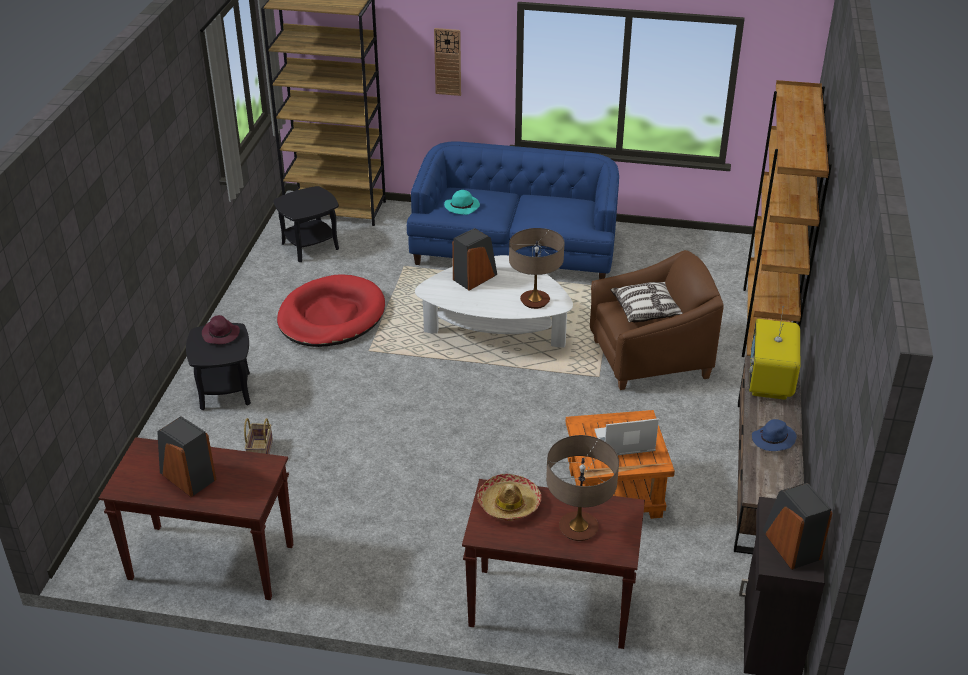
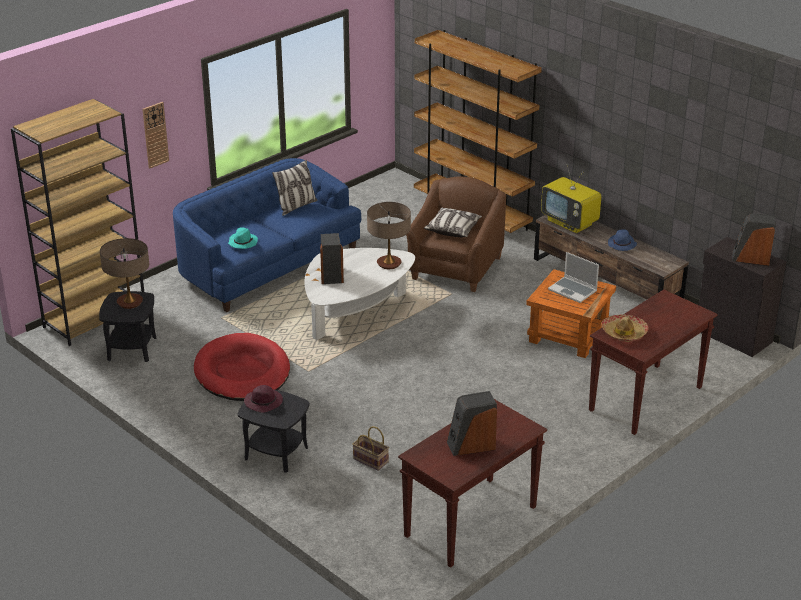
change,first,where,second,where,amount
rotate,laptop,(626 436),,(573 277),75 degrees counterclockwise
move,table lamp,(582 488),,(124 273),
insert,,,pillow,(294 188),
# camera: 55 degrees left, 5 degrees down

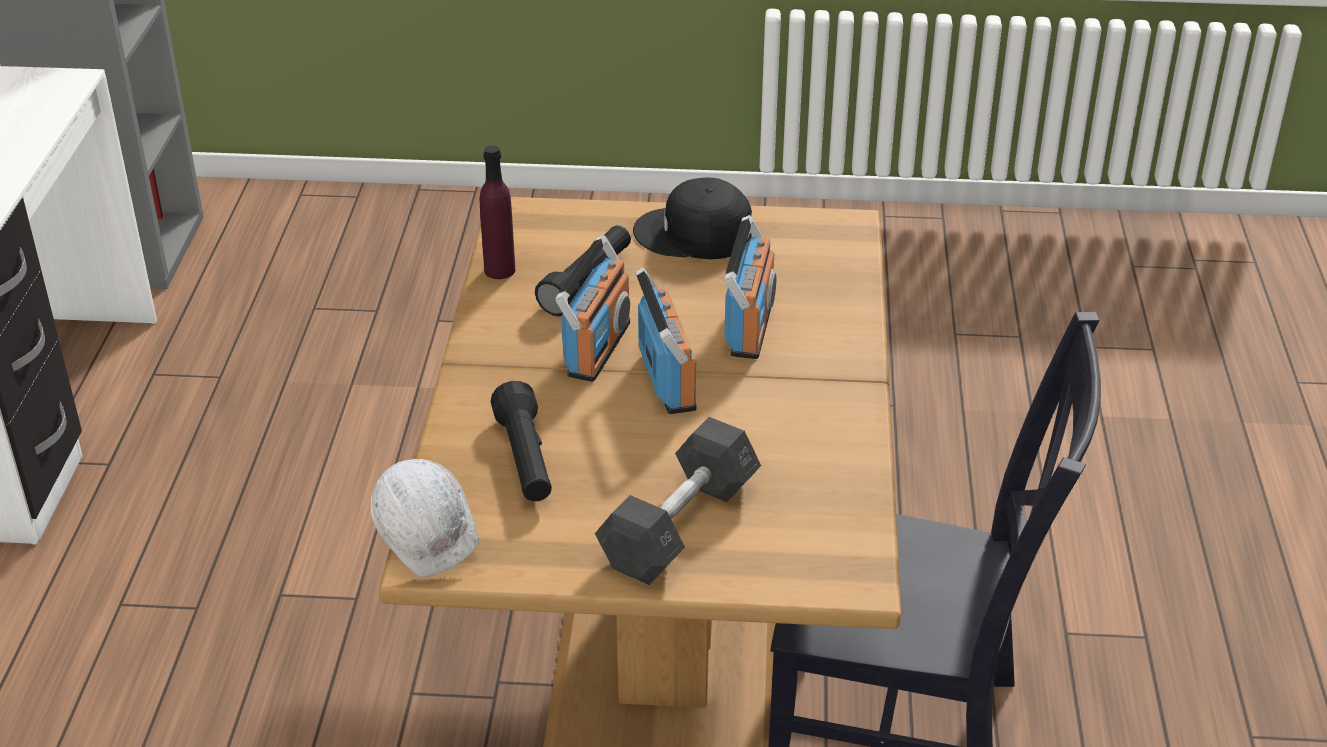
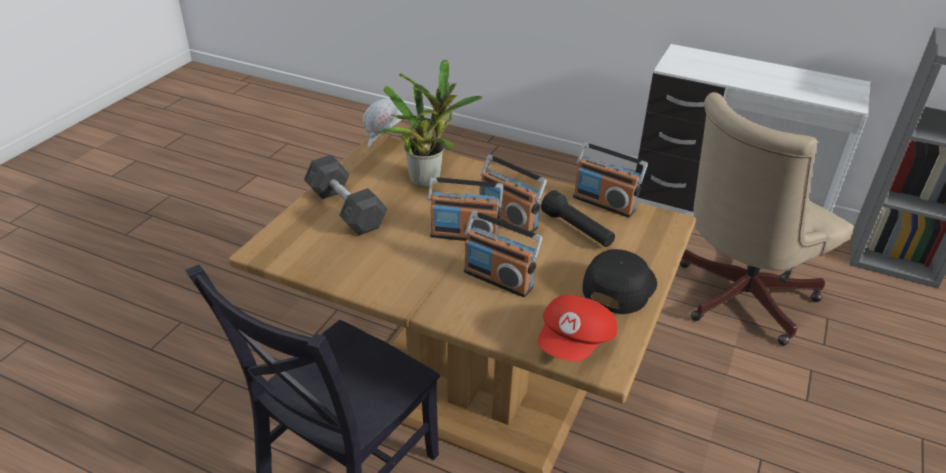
change,first,where,second,where,amount
replace,purple bottle,(497 212),radio,(610 180),
replace,black flashlight,(521 441),potted plant,(429 123),
insert,,,beige office chair,(767 218),
insert,,,red cap,(577 328),
# camera: 110 degrees right, 0 degrees up

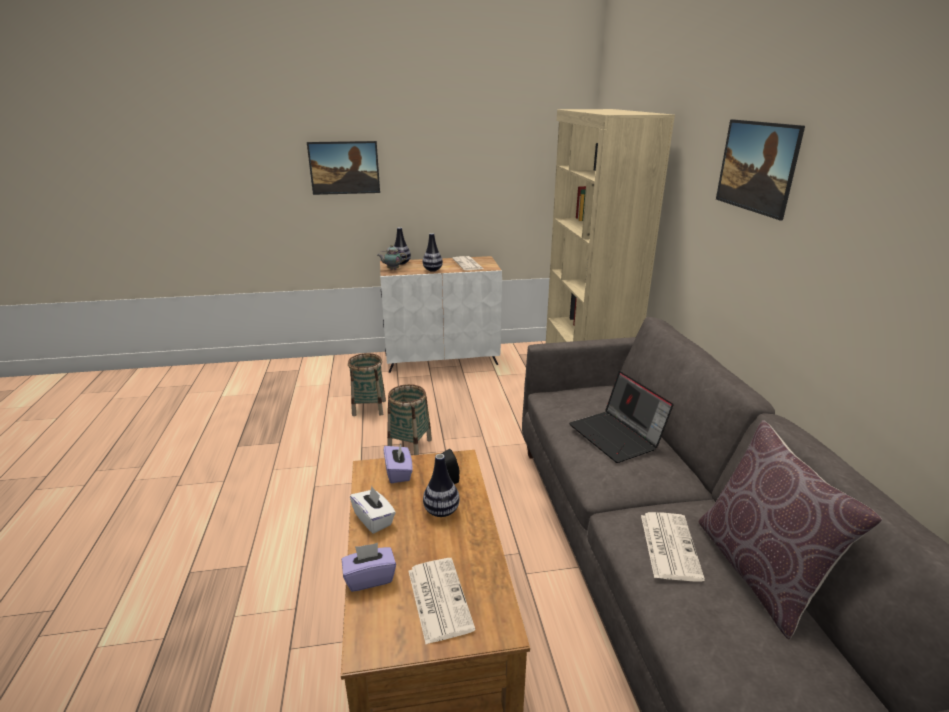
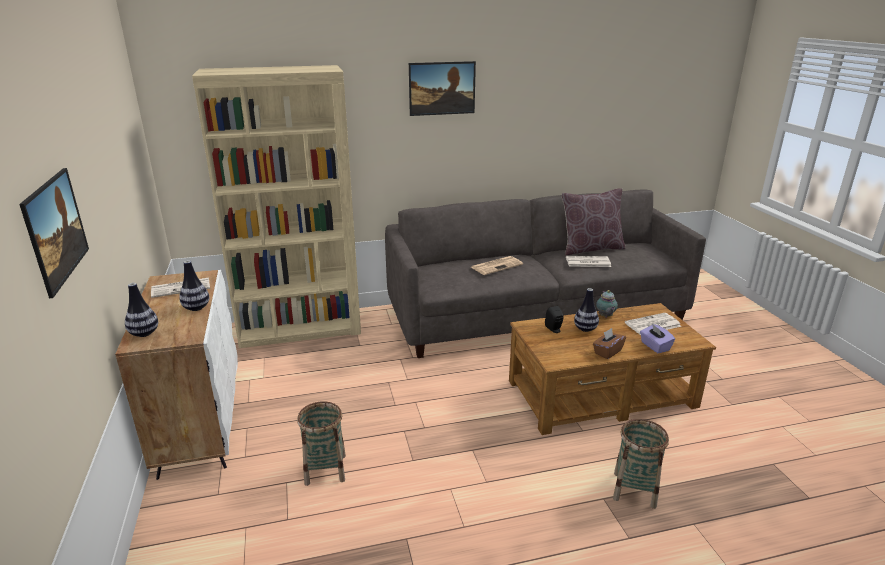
change,first,where,second,where,amount
move,teapot,(392 257),,(607 304),
replace,laptop,(621 417),newspaper,(497 265),
move,basket,(409 419),,(641 464),
delete,purple tissue box,(398 463),,,
recolor,white tissue box,(373 510),brown tissue box,(609 343),
# camera: 95 degrees left, 0 degrees up

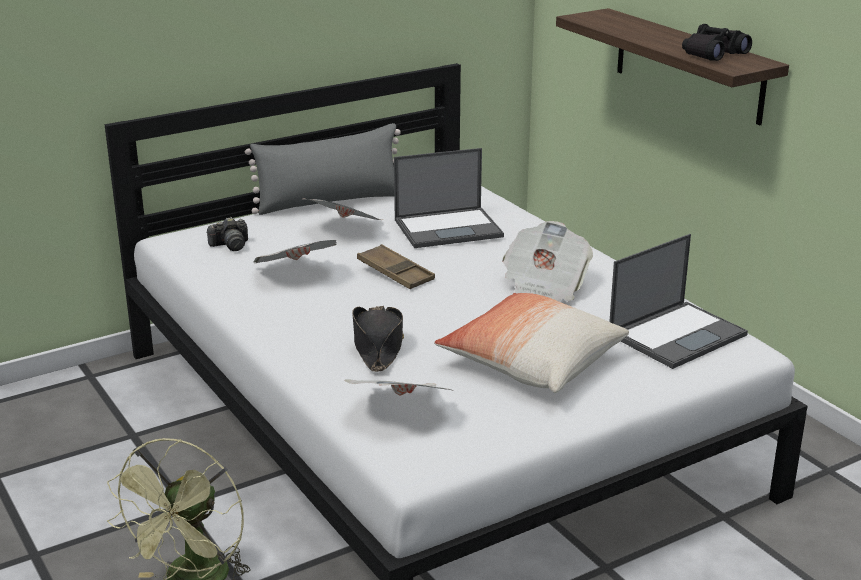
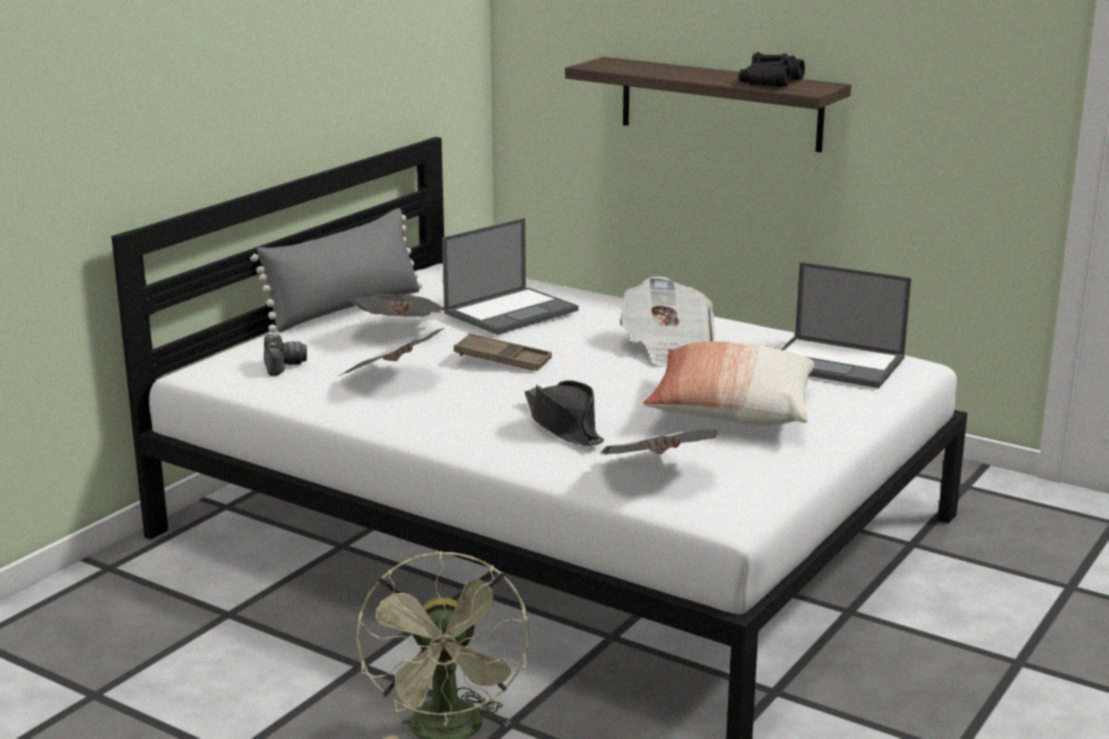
change,first,where,second,where,amount
rotate,photo camera,(227 234),,(285 355),60 degrees counterclockwise
rotate,laptop,(678 301),,(845 325),90 degrees clockwise
# camera: 25 degrees left, 5 degrees down

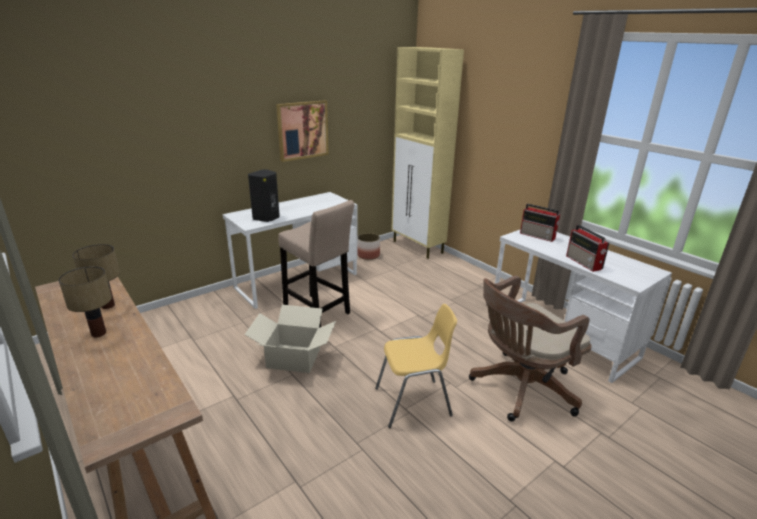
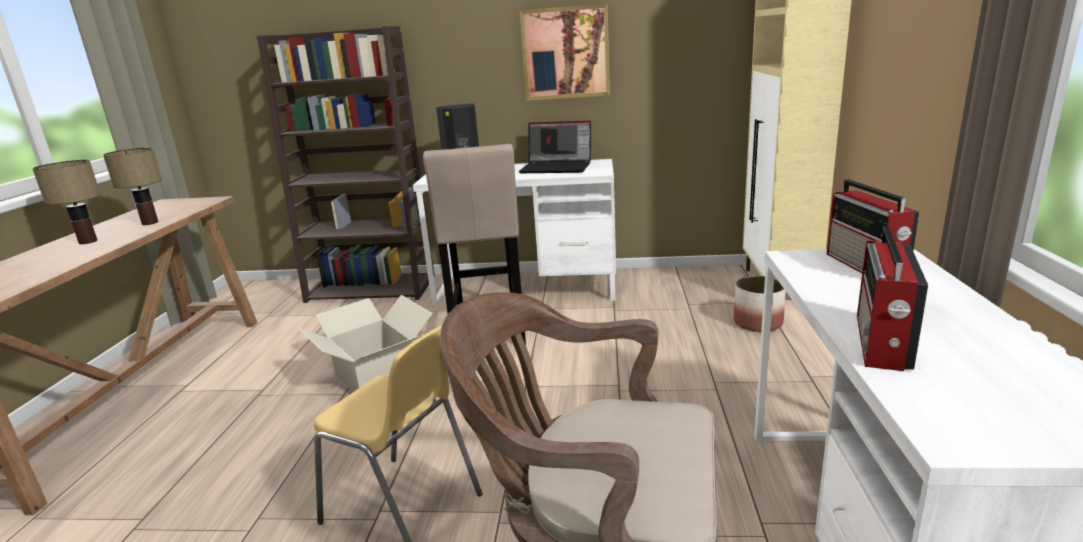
change,first,where,second,where,amount
move,planter,(368 246),,(760 304),
insert,,,brown bookcase,(346 164),
insert,,,laptop,(555 147),
# camera: 45 degrees right, 5 degrees down

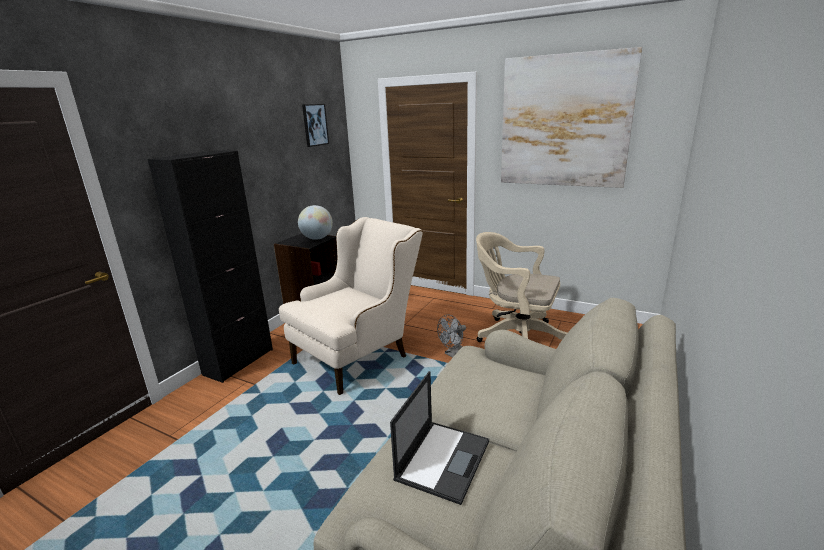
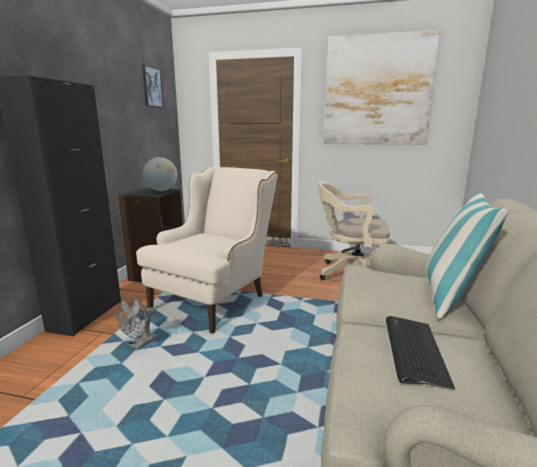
change,first,where,second,where,amount
move,grey fan,(451 336),,(136 323),
replace,laptop,(439 438),keyboard,(420 353),
insert,,,pillow,(467 254),
# camera: 15 degrees left, 5 degrees down

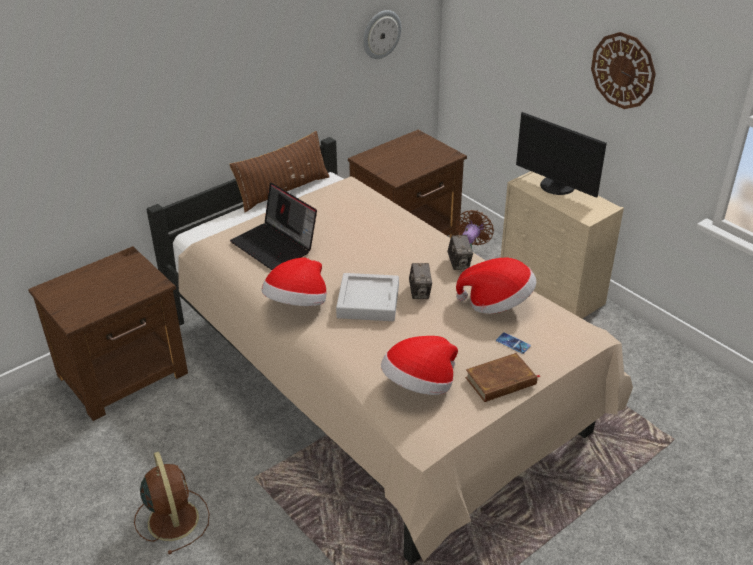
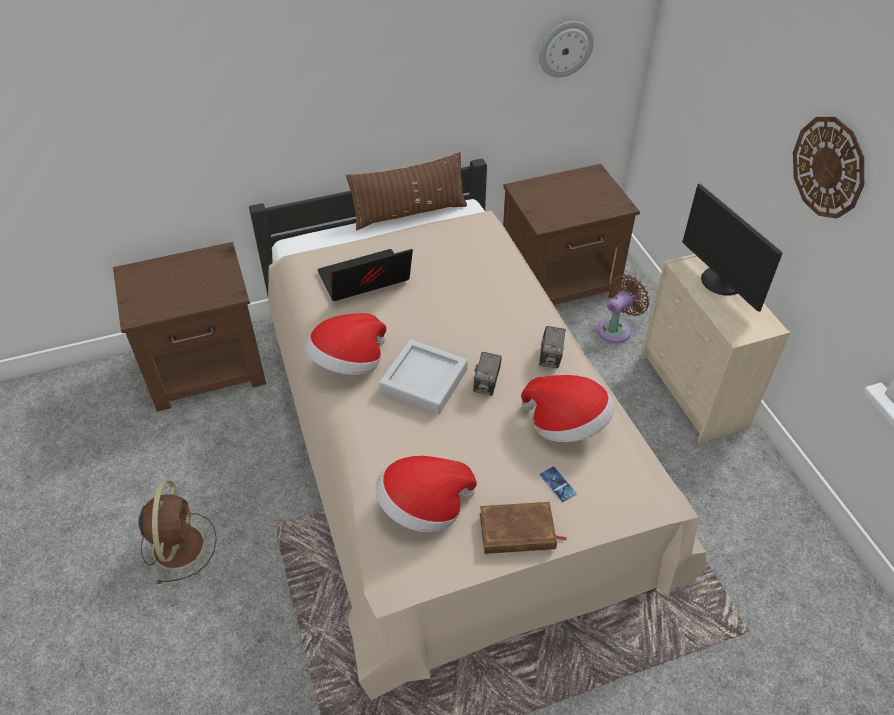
change,first,where,second,where,amount
rotate,laptop,(273 226),,(365 275),90 degrees clockwise
# camera: 20 degrees right, 10 degrees up

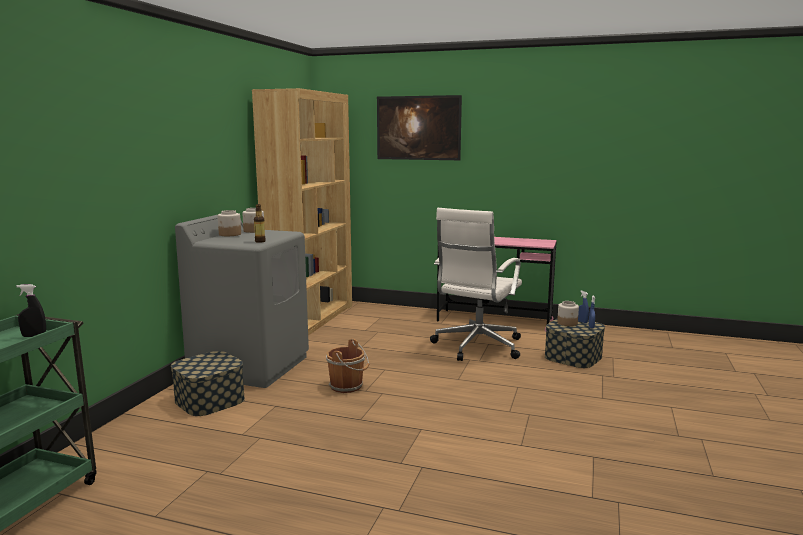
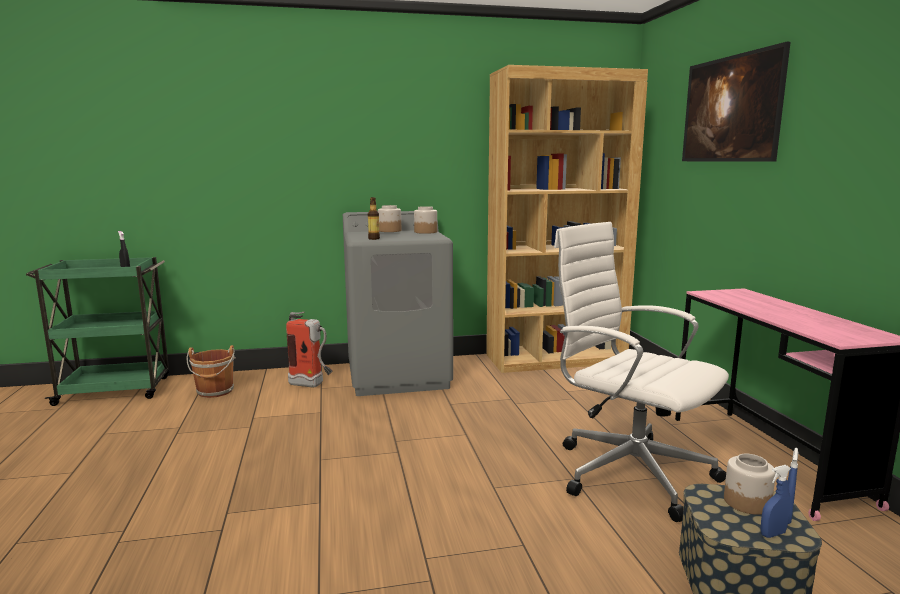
change,first,where,second,where,amount
rotate,white office chair,(476 284),,(641 372),45 degrees clockwise
move,brown bucket,(347 366),,(211 371),
replace,storage box,(208 383),fire extinguisher,(309 350),
# camera: 60 degrees right, 0 degrees up

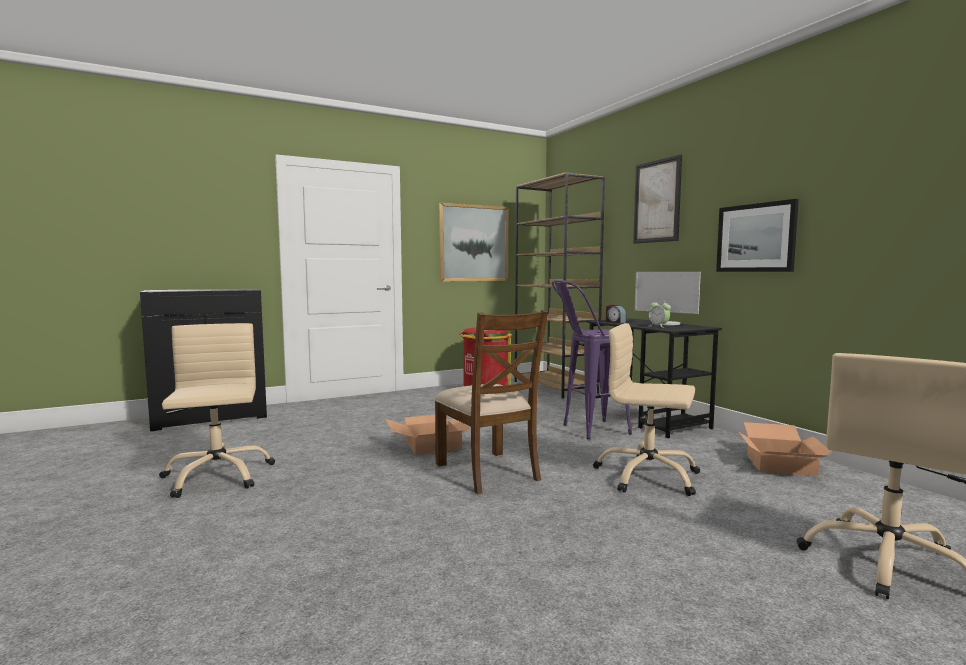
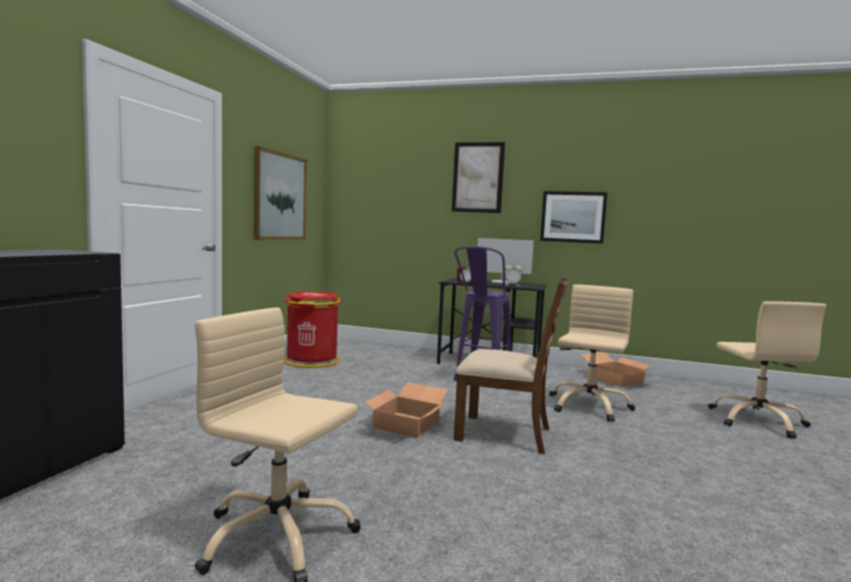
change,first,where,second,where,amount
delete,brown bookcase,(560 285),,,
rotate,beige office chair,(646 409),,(592 353),135 degrees clockwise
# camera: 45 degrees left, 0 degrees up

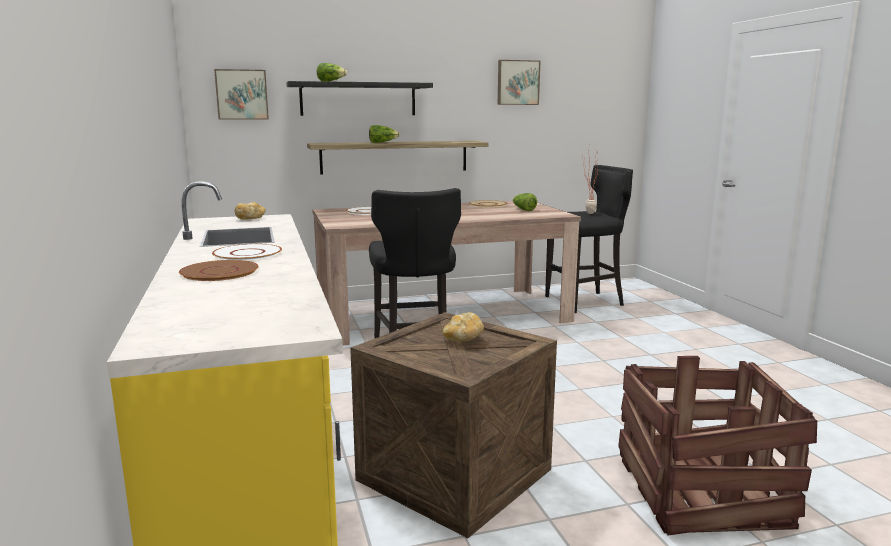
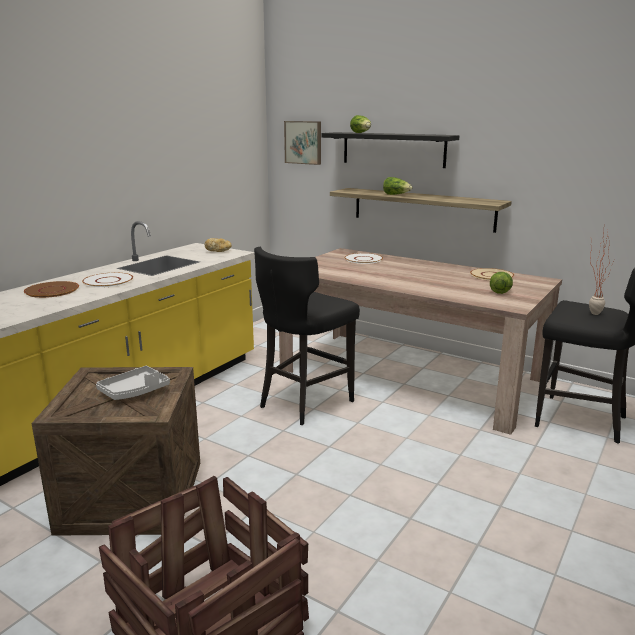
change,first,where,second,where,amount
delete,picture,(519 82),,,
replace,bread,(463 327),grey tray,(133 383),
# camera: 50 degrees right, 5 degrees up

